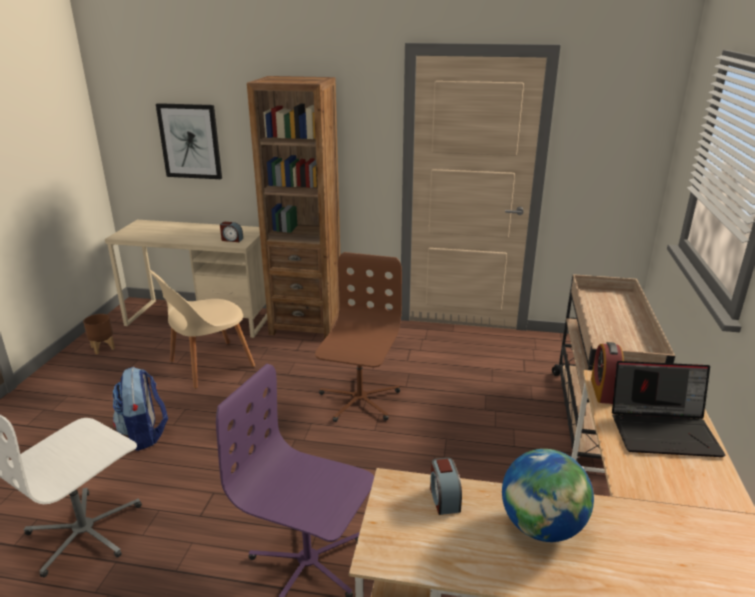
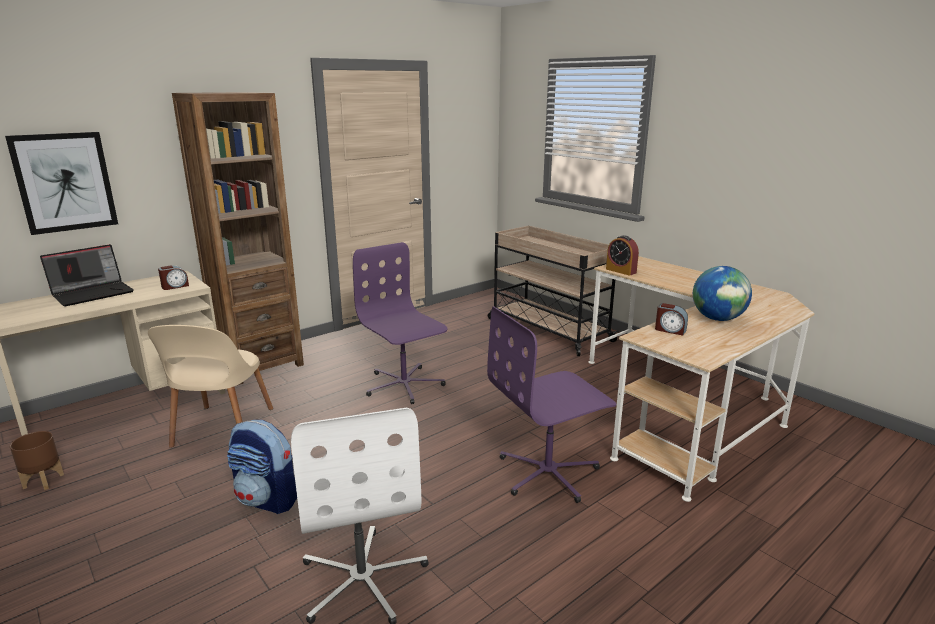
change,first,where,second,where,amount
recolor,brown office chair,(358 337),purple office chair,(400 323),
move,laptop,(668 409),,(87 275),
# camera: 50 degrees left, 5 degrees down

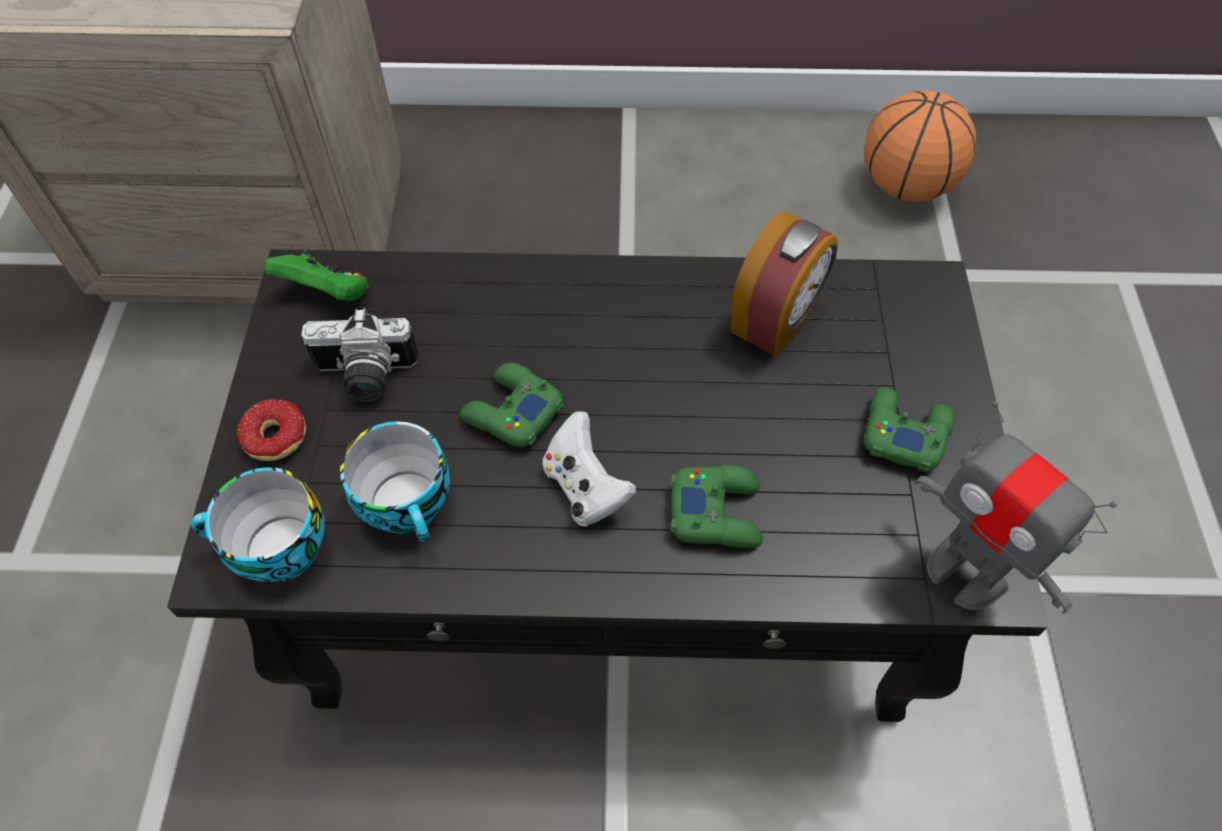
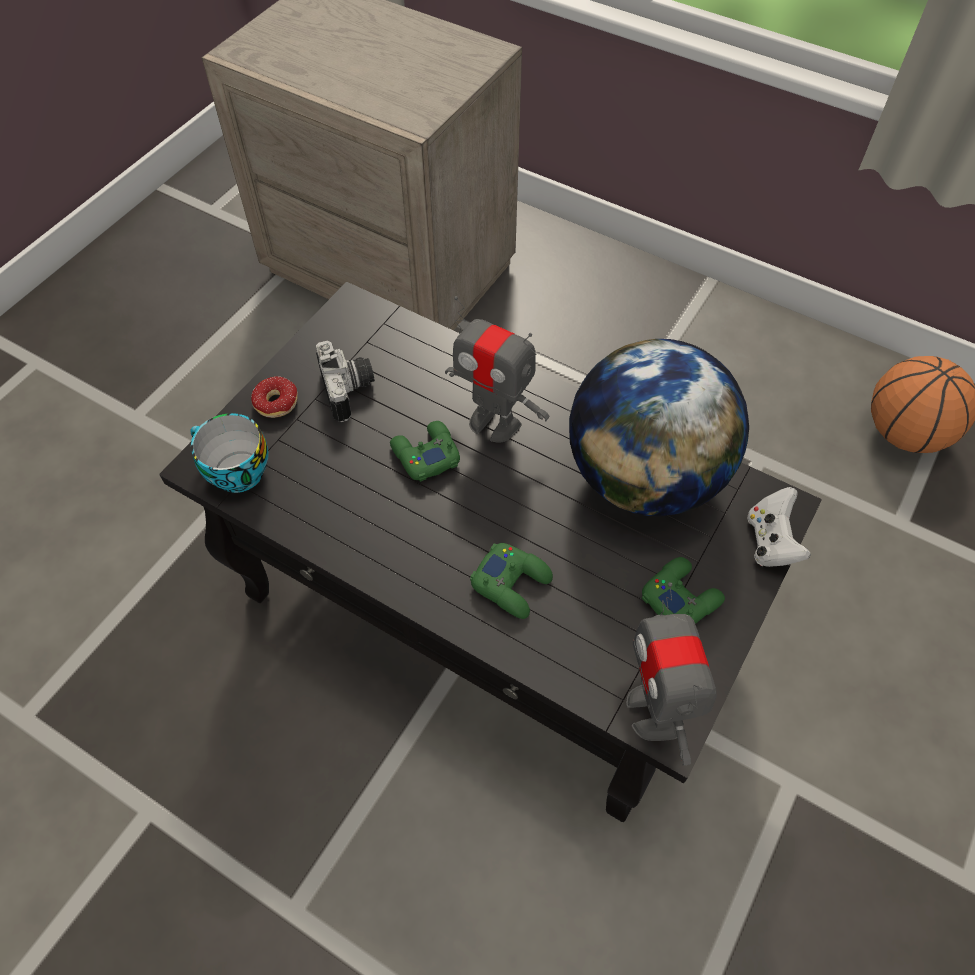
change,first,where,second,where,amount
replace,alarm clock,(784 284),globe,(659 427),
delete,green game controller,(316 275),,,
rotate,photo camera,(360 355),,(345 381),135 degrees counterclockwise
move,white game controller,(589 469),,(779 527),
delete,cup,(395 481),,,
insert,,,toy robot,(497 369),
# camera: 30 degrees right, 0 degrees up

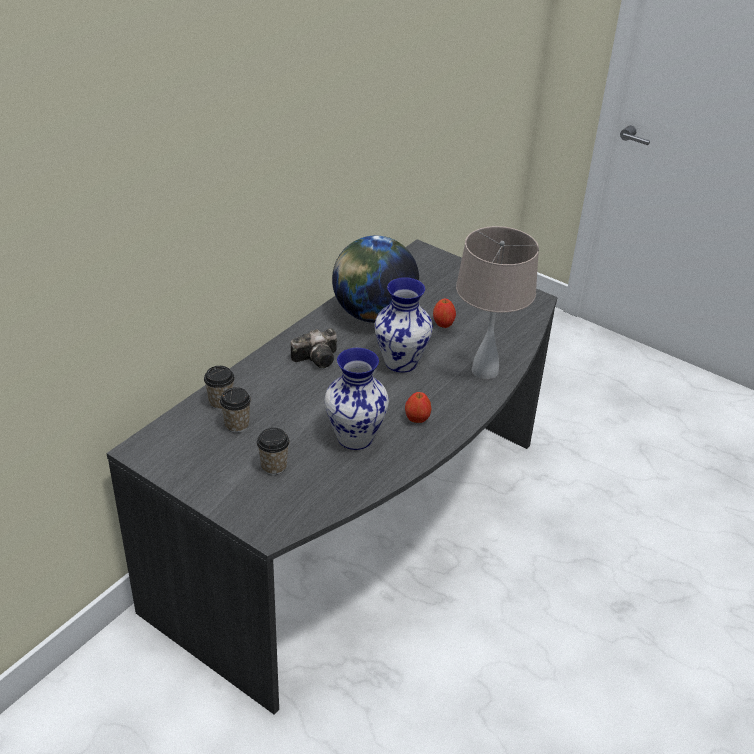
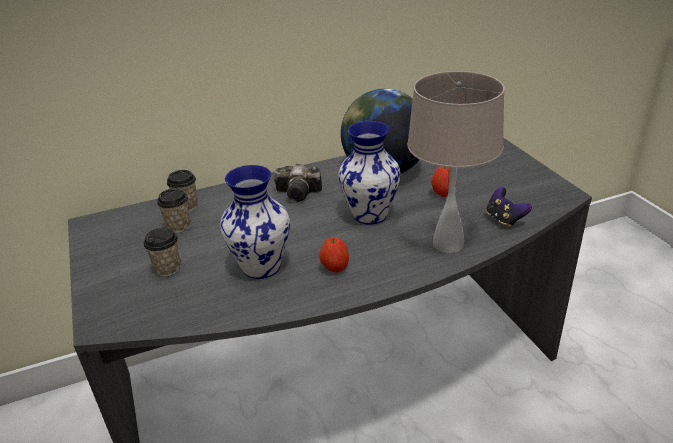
change,first,where,second,where,amount
insert,,,game controller,(509 207),
# camera: 35 degrees right, 5 degrees down

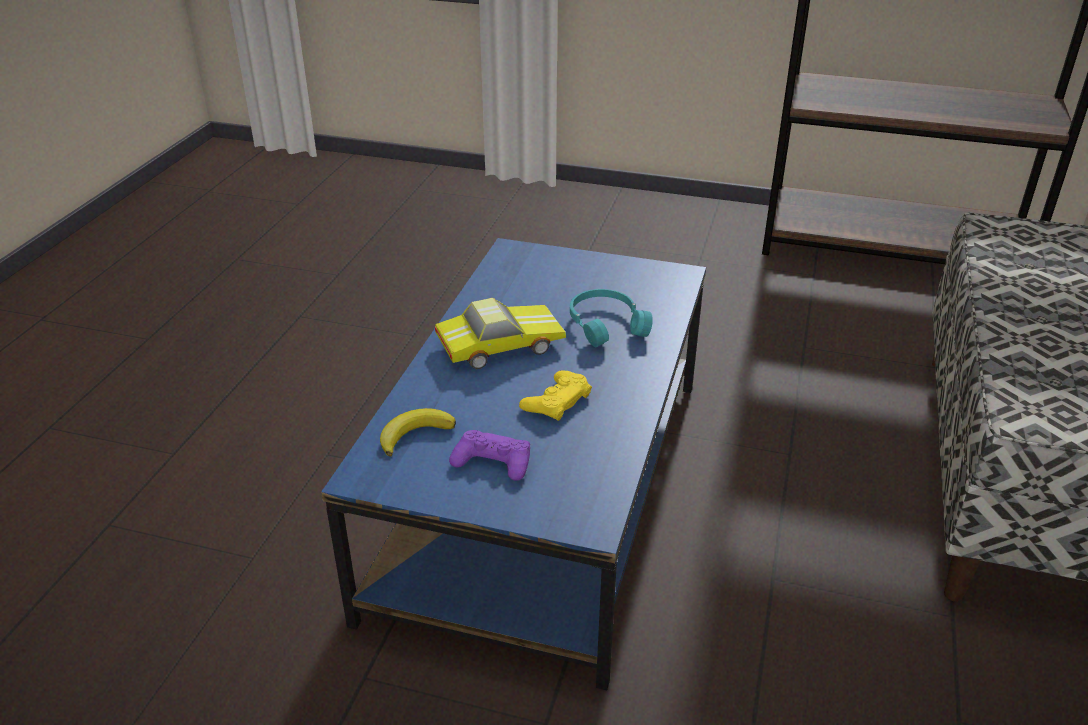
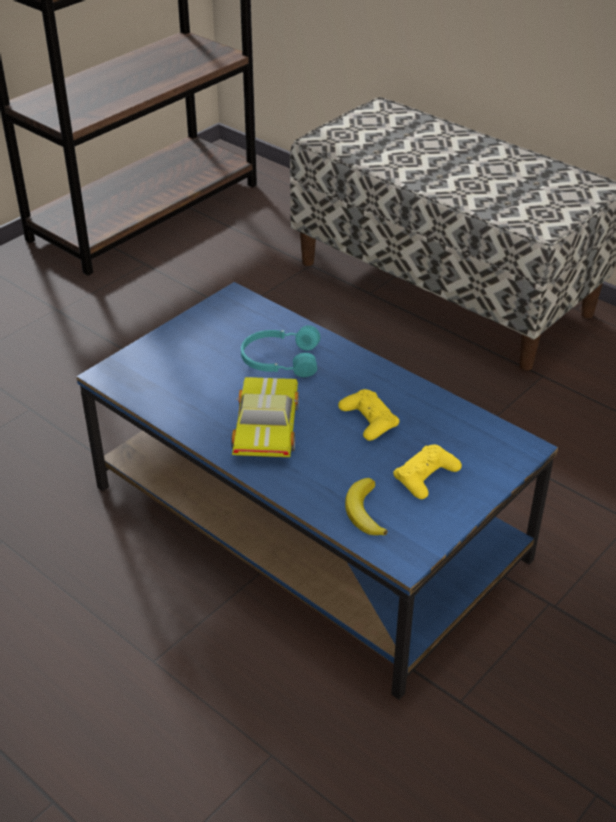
change,first,where,second,where,amount
recolor,purple game controller,(489 455),yellow game controller,(427 472),
# camera: 65 degrees left, 5 degrees up

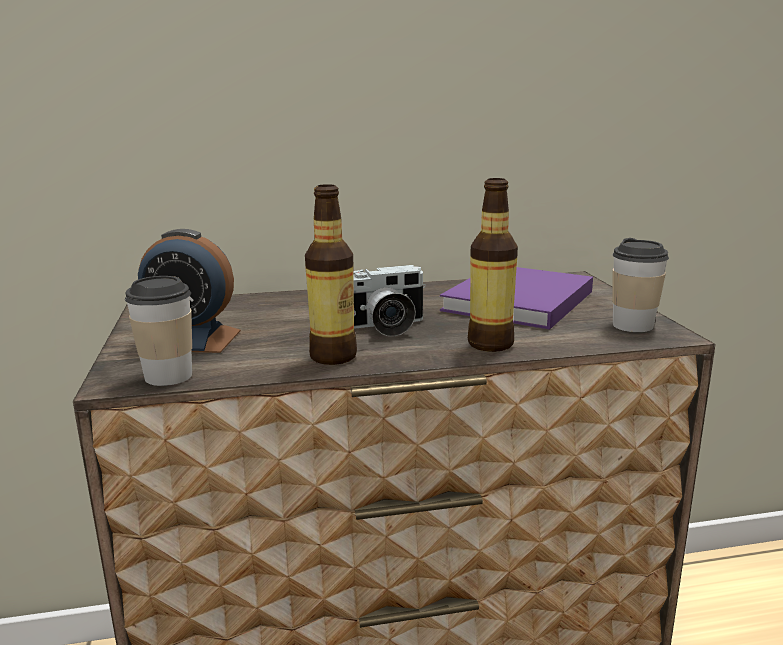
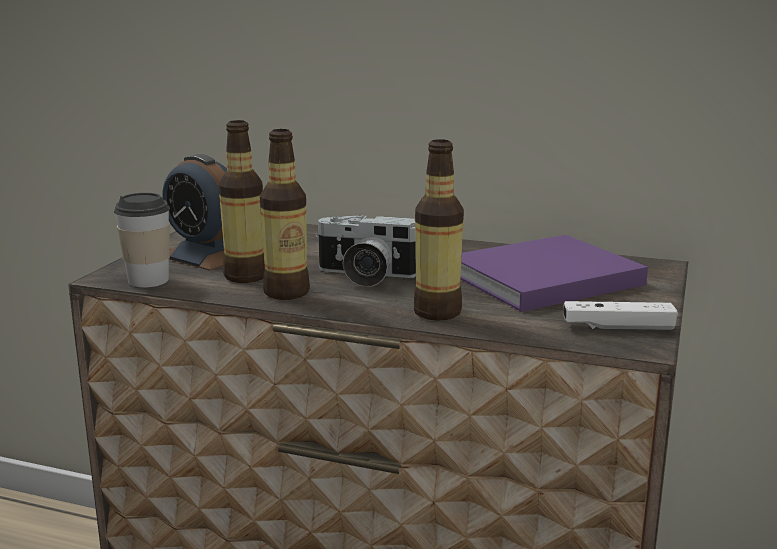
change,first,where,second,where,amount
replace,cup,(640 285),white game controller,(620 315),
insert,,,bottle,(242 201),
# camera: 30 degrees right, 0 degrees up

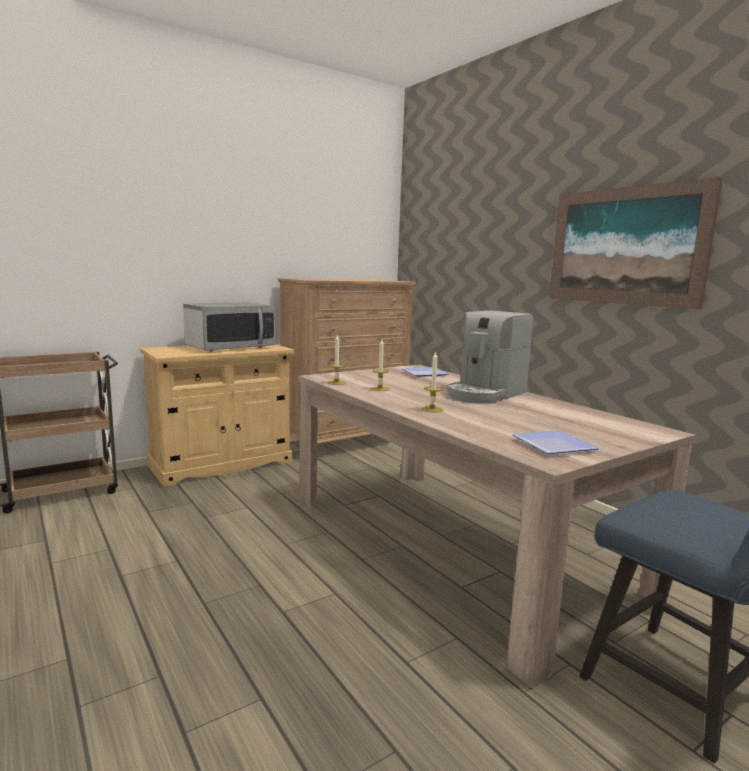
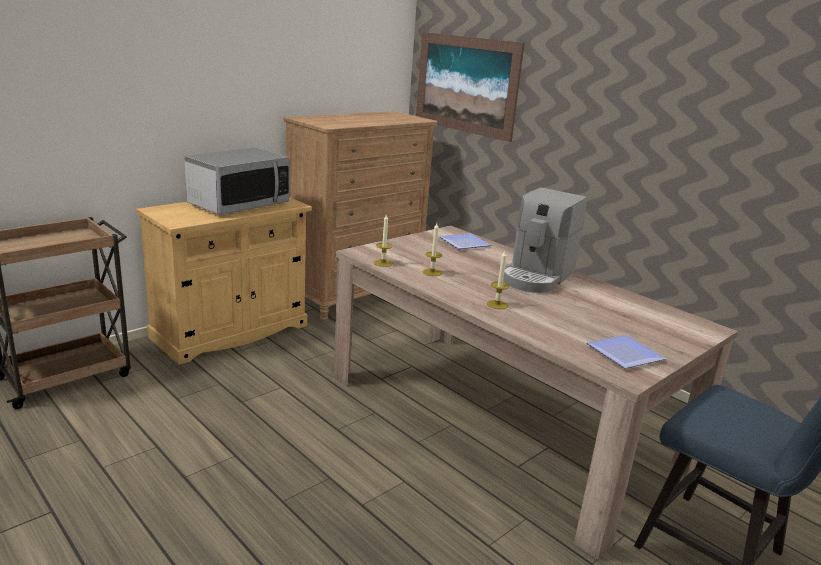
change,first,where,second,where,amount
move,picture,(636 243),,(470 87),
# camera: 10 degrees left, 10 degrees up

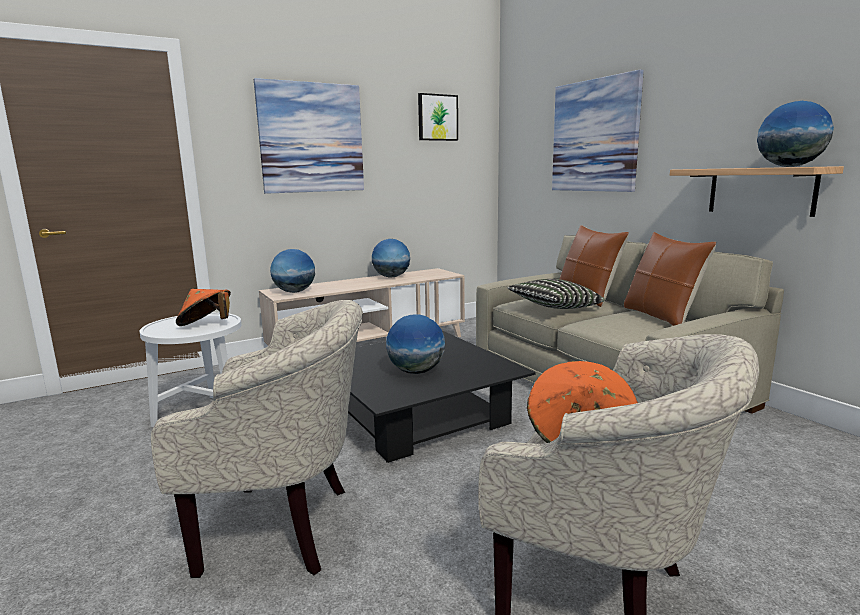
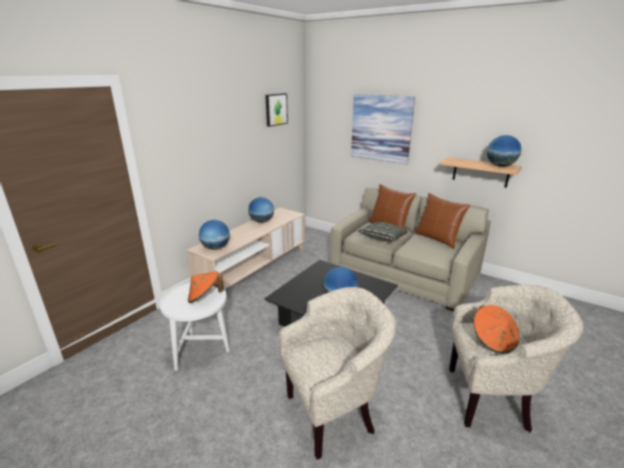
change,first,where,second,where,amount
delete,picture,(309 136),,,
# camera: 25 degrees left, 10 degrees up

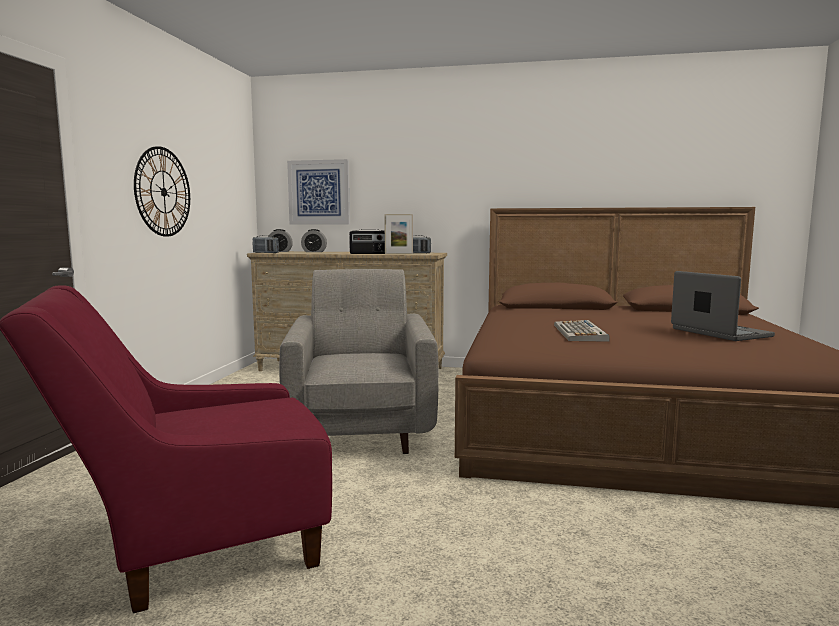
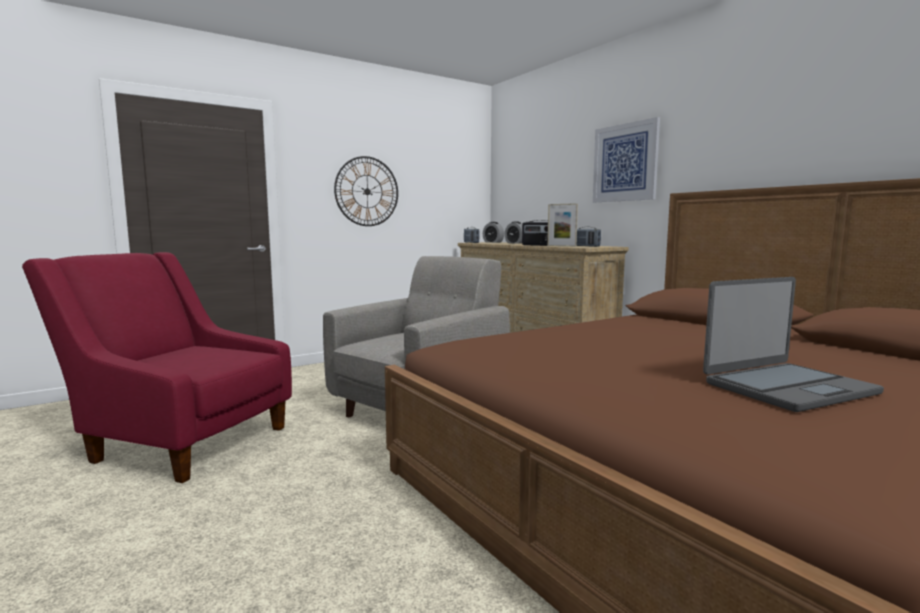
change,first,where,second,where,amount
move,picture,(318 191),,(626 159),
rotate,laptop,(723 306),,(793 344),45 degrees clockwise
delete,keyboard,(582 331),,,
# camera: 45 degrees right, 0 degrees up

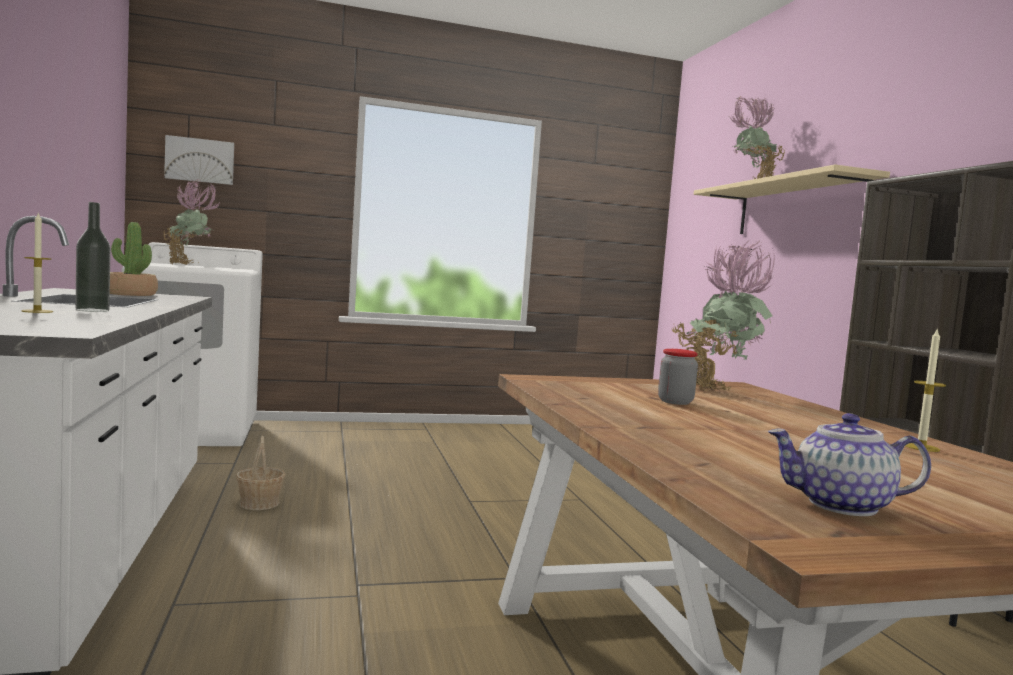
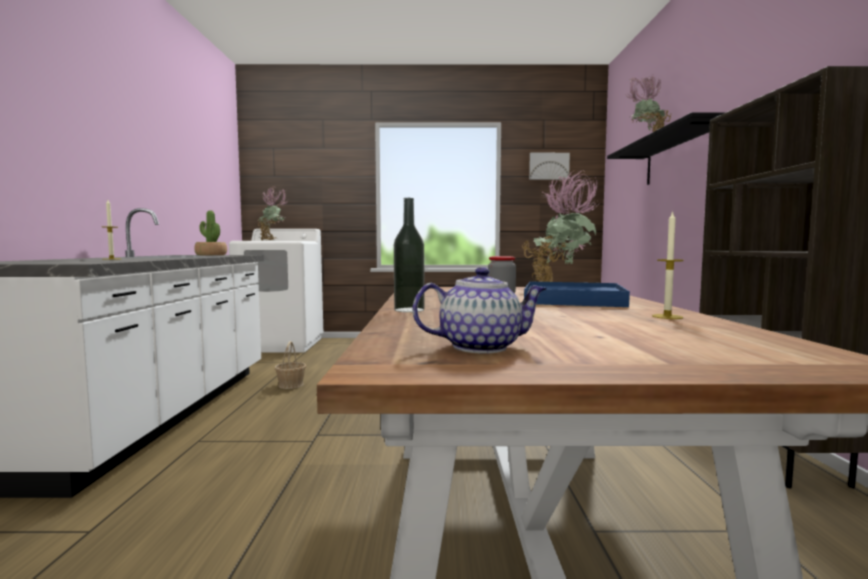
change,first,where,second,where,amount
move,picture,(199 160),,(549 166),
recolor,beige shelf,(792 199),black shelf,(665 149),
move,bottle,(93 257),,(409 255),
rotate,teapot,(849 464),,(479 310),150 degrees clockwise
insert,,,blue tray,(577 294),
# camera: 15 degrees right, 0 degrees up

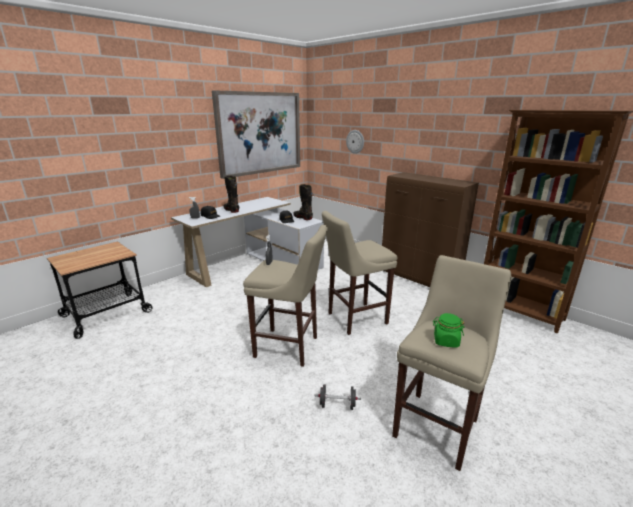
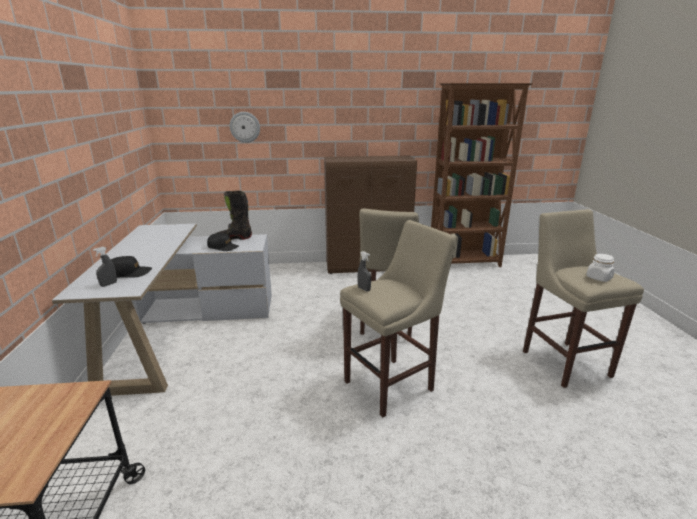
change,first,where,second,where,amount
delete,picture,(256 134),,,
delete,black boot,(231 194),,,
recolor,green jar,(448 330),white jar,(600 268),
delete,black dumbbell,(338 397),,,
# camera: 50 degrees left, 0 degrees up

